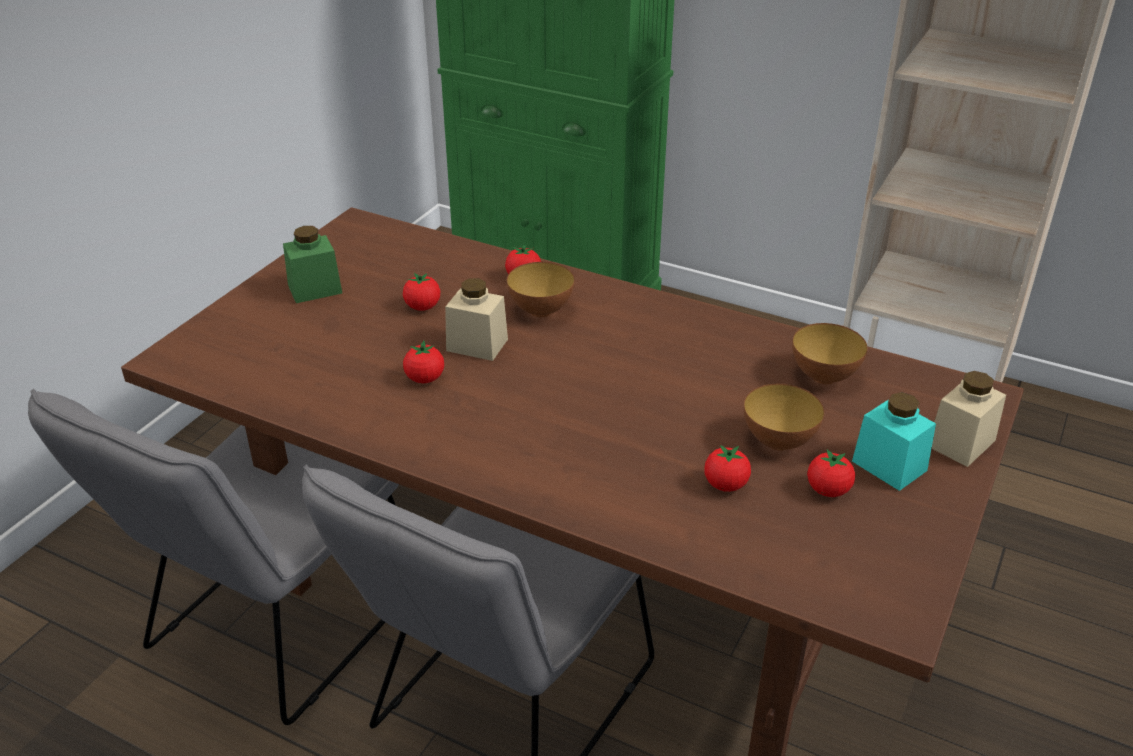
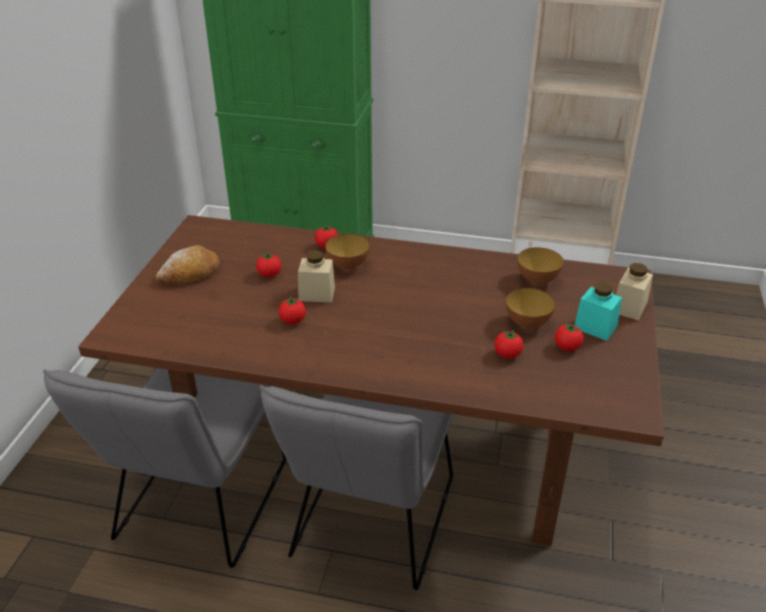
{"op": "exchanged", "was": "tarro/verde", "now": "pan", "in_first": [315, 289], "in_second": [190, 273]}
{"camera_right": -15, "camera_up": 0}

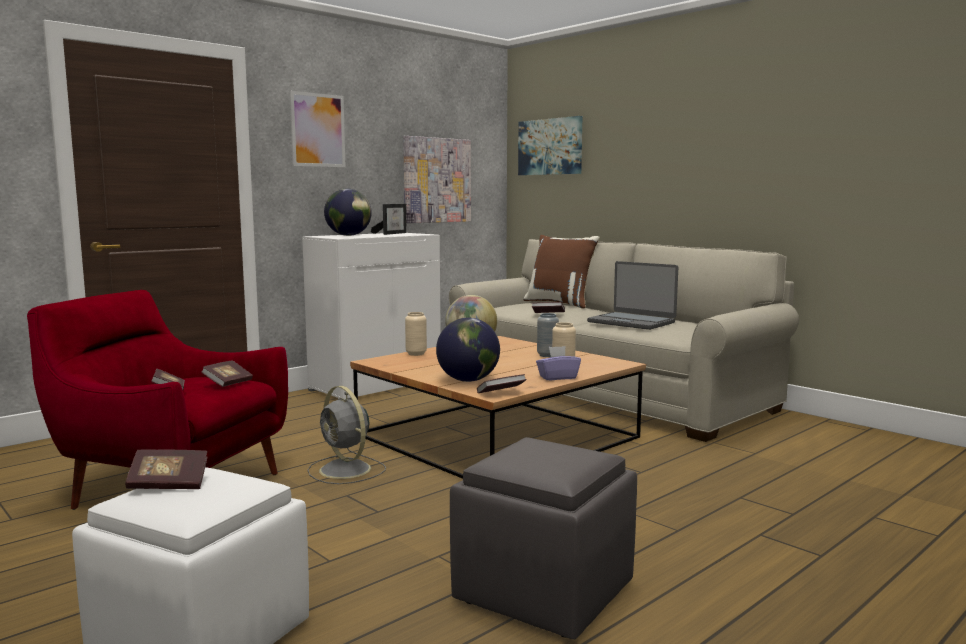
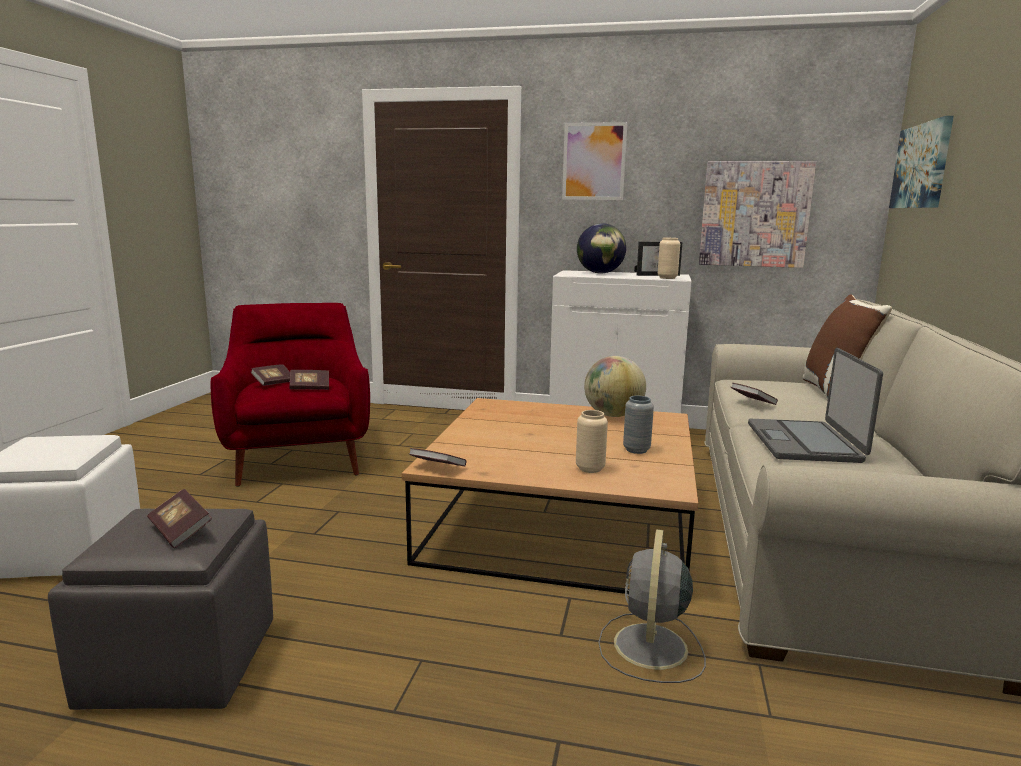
{"op": "missing", "was": "globo terráqueo", "in_first": [468, 380]}
{"op": "missing", "was": "caja de pañuelos/morado", "in_first": [557, 377]}
{"op": "relocated", "was": "libro", "in_first": [168, 484], "in_second": [180, 531]}
{"op": "relocated", "was": "ventilador/gris", "in_first": [346, 470], "in_second": [650, 648]}
{"op": "relocated", "was": "florero/beis", "in_first": [416, 354], "in_second": [667, 278]}
{"camera_right": 55, "camera_up": 5}

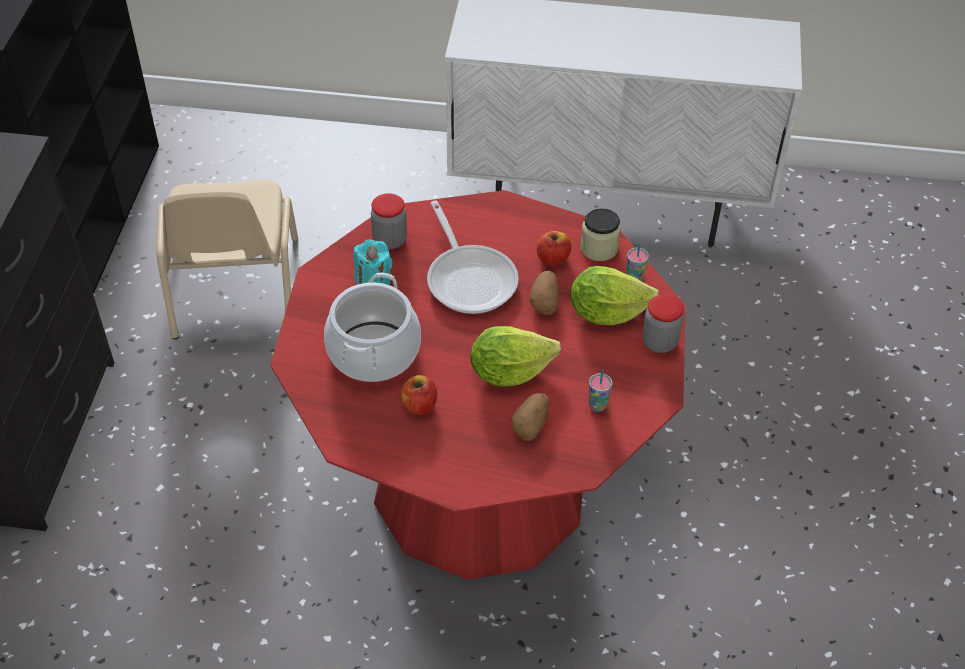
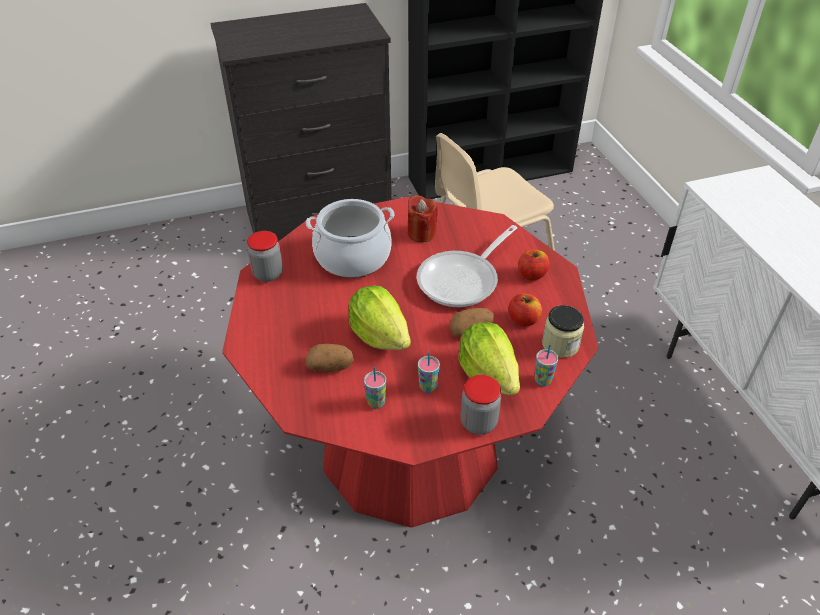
{"op": "appeared", "now": "taza", "in_second": [428, 387]}
{"op": "relocated", "was": "tarro", "in_first": [390, 240], "in_second": [268, 274]}
{"op": "relocated", "was": "manzana", "in_first": [419, 405], "in_second": [531, 275]}
{"op": "colour", "was": "vela/turquesa", "now": "vela/rojo", "in_first": [373, 281], "in_second": [421, 233]}
{"camera_right": 65, "camera_up": -5}

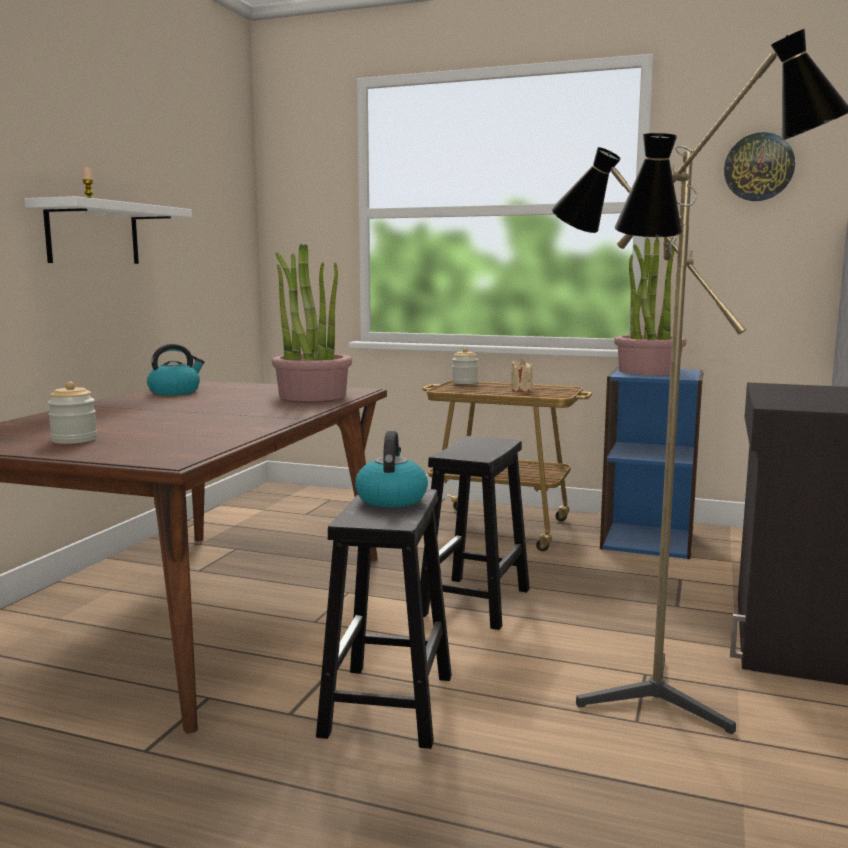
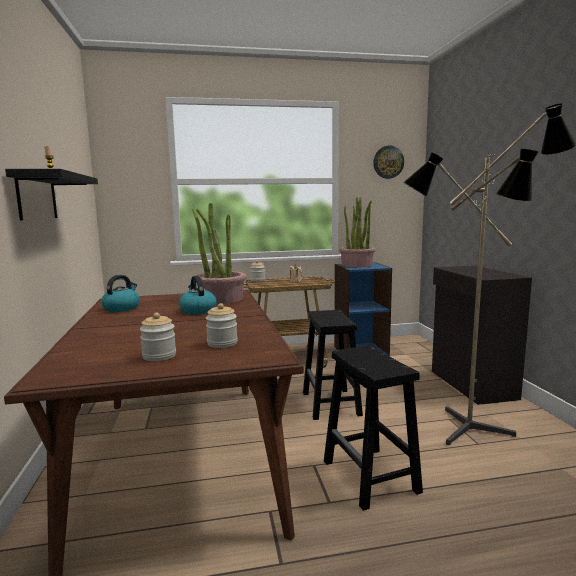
{"op": "appeared", "now": "tarro", "in_second": [222, 343]}
{"op": "relocated", "was": "hervidor", "in_first": [391, 499], "in_second": [198, 310]}
{"op": "colour", "was": "estante/blanco", "now": "estante/negro", "in_first": [93, 234], "in_second": [37, 196]}
{"camera_right": -30, "camera_up": 0}

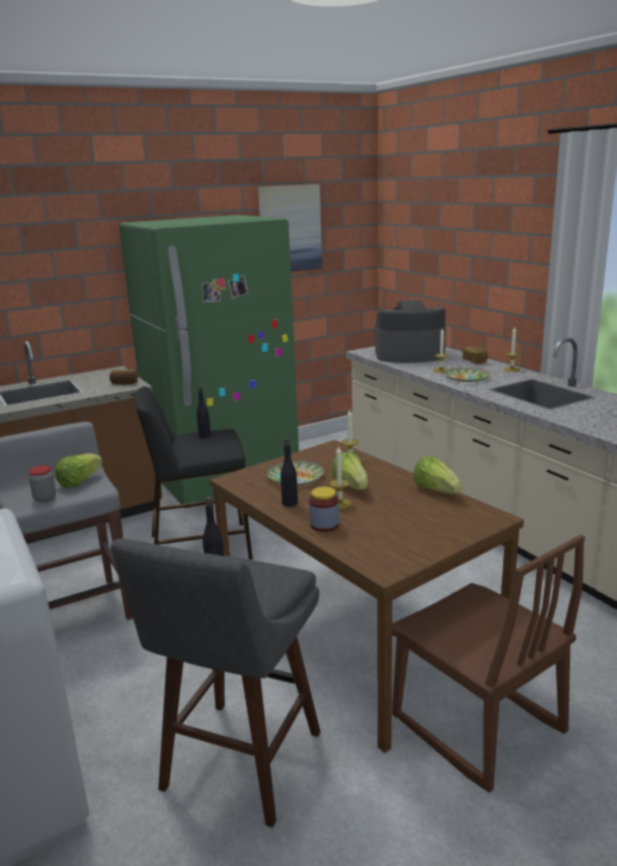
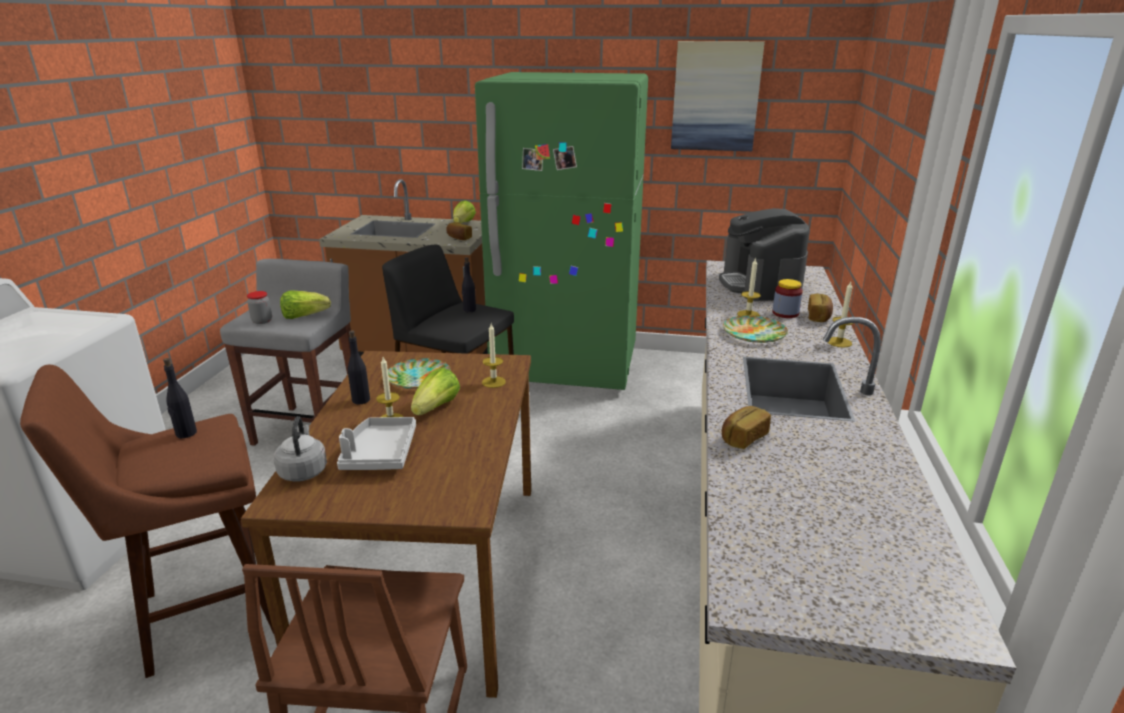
{"op": "appeared", "now": "hervidor/gris", "in_second": [303, 470]}
{"op": "appeared", "now": "bandeja/gris", "in_second": [379, 454]}
{"op": "appeared", "now": "pan", "in_second": [743, 437]}
{"op": "relocated", "was": "tarro", "in_first": [324, 525], "in_second": [785, 313]}
{"op": "relocated", "was": "lechuga", "in_first": [436, 490], "in_second": [463, 224]}
{"op": "colour", "was": "taburete/gris", "now": "taburete/marrón", "in_first": [238, 766], "in_second": [202, 615]}
{"op": "spun", "was": "cafetera", "in_first": [409, 355], "in_second": [760, 285], "clockwise": -135}
{"camera_right": 40, "camera_up": 5}

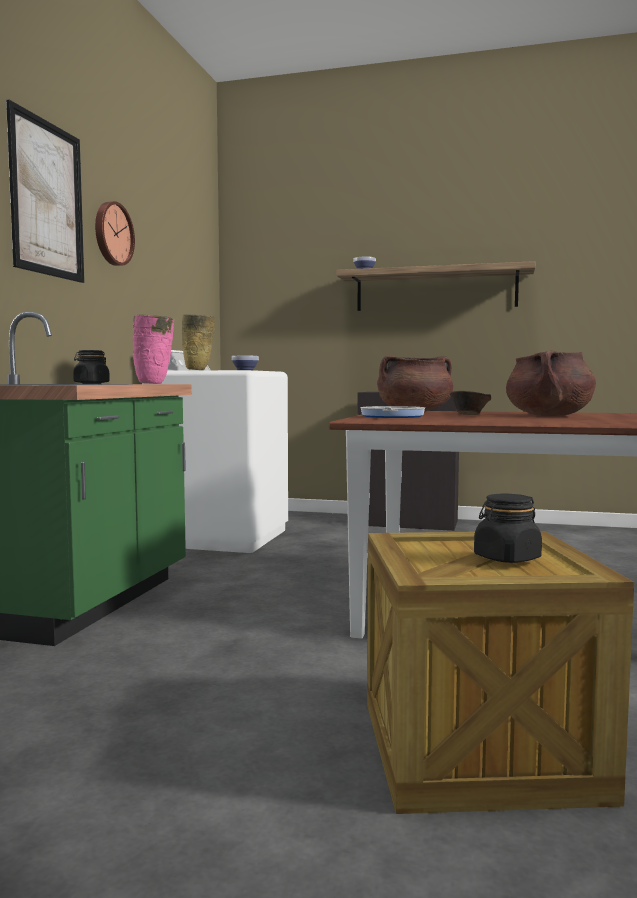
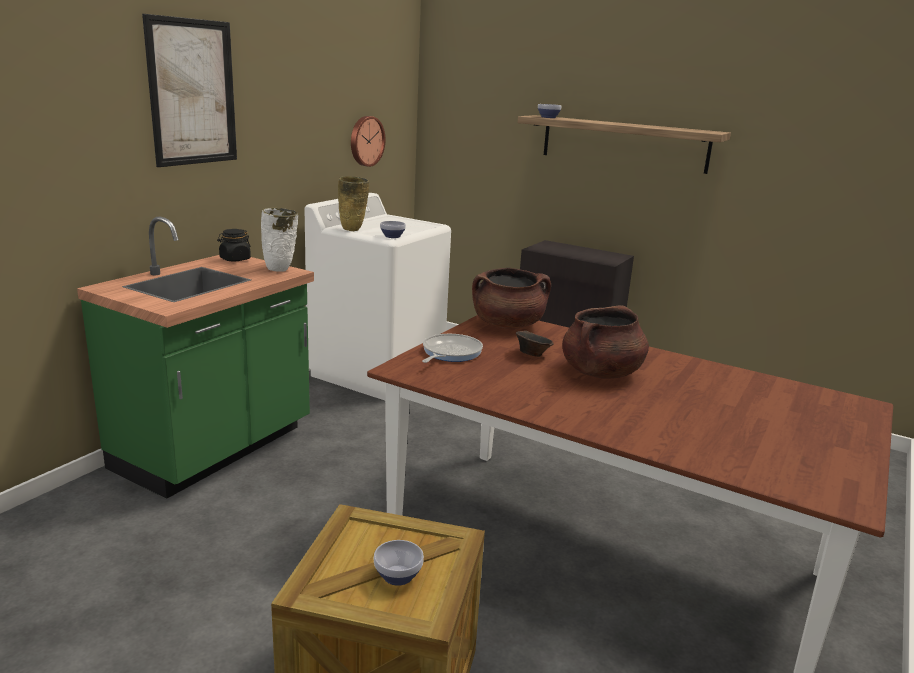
{"op": "relocated", "was": "reloj de pared", "in_first": [112, 234], "in_second": [366, 141]}
{"op": "exchanged", "was": "tarro/negro", "now": "cuenco", "in_first": [506, 558], "in_second": [399, 575]}
{"op": "colour", "was": "florero/rosa", "now": "florero/blanco", "in_first": [154, 383], "in_second": [280, 270]}
{"camera_right": 15, "camera_up": 15}

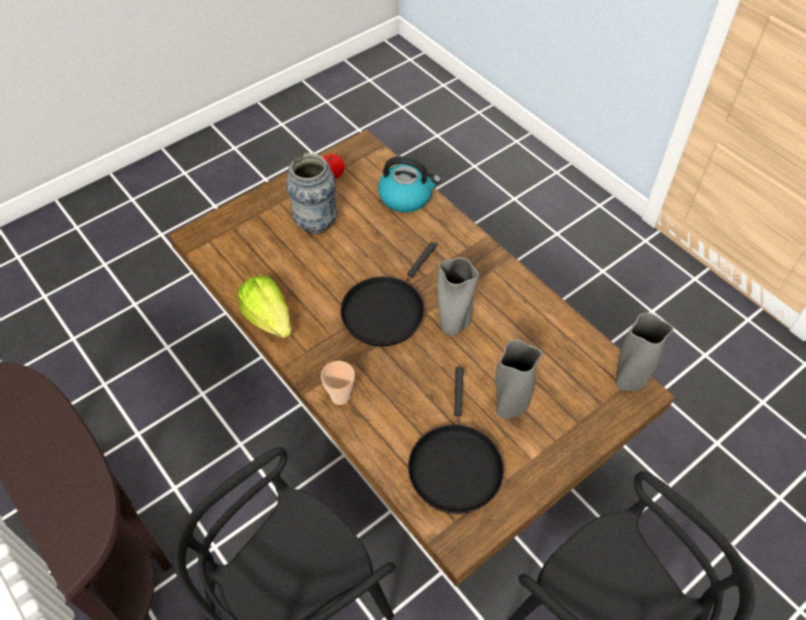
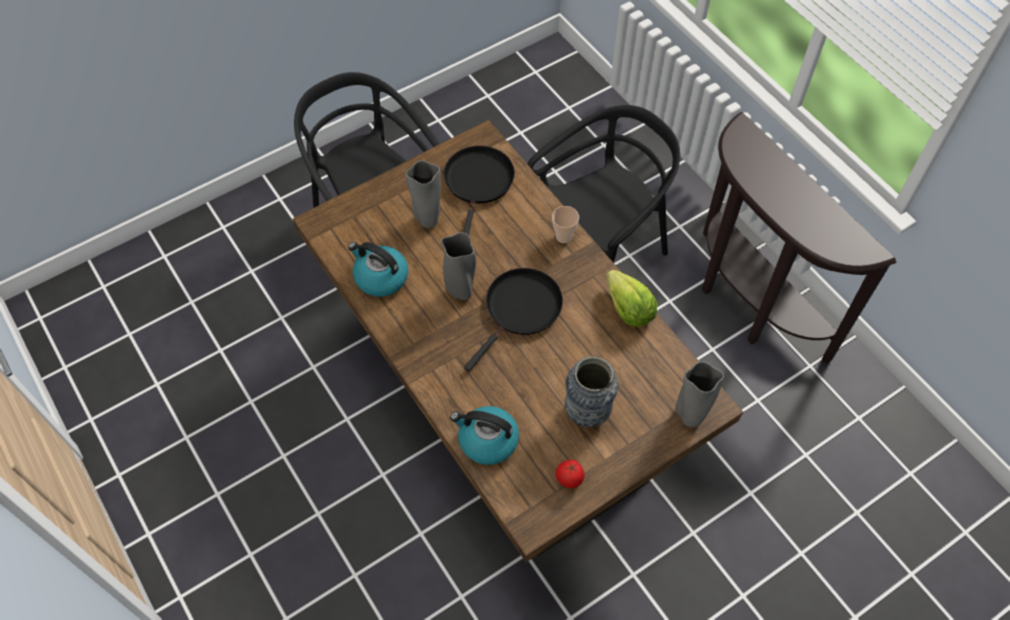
{"op": "appeared", "now": "hervidor", "in_second": [380, 277]}
{"op": "relocated", "was": "florero/gris", "in_first": [628, 381], "in_second": [689, 415]}
{"camera_right": -175, "camera_up": 5}

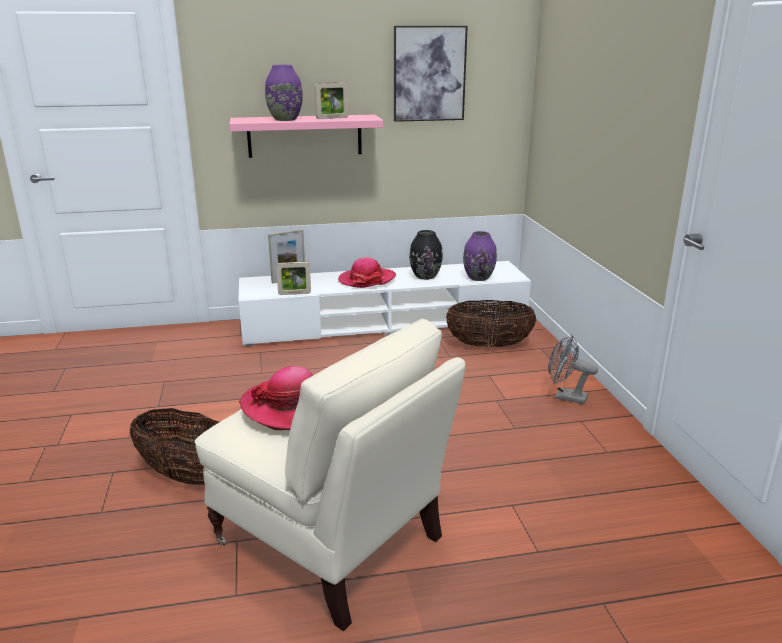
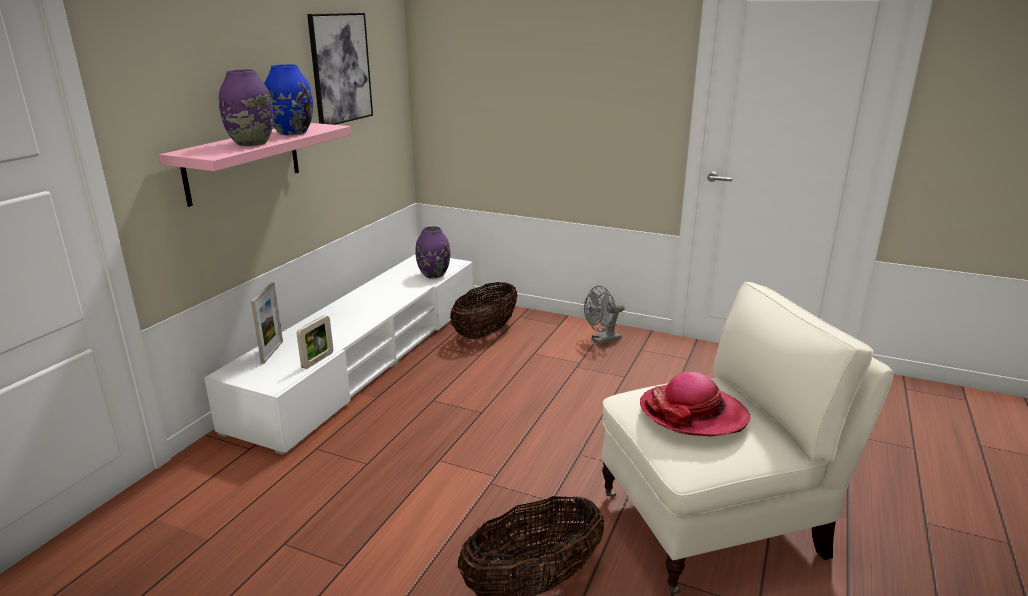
{"op": "missing", "was": "sombrero", "in_first": [367, 280]}
{"op": "missing", "was": "florero/negro", "in_first": [425, 276]}
{"op": "exchanged", "was": "portarretratos", "now": "florero/azul", "in_first": [332, 118], "in_second": [292, 133]}
{"camera_right": -55, "camera_up": 0}

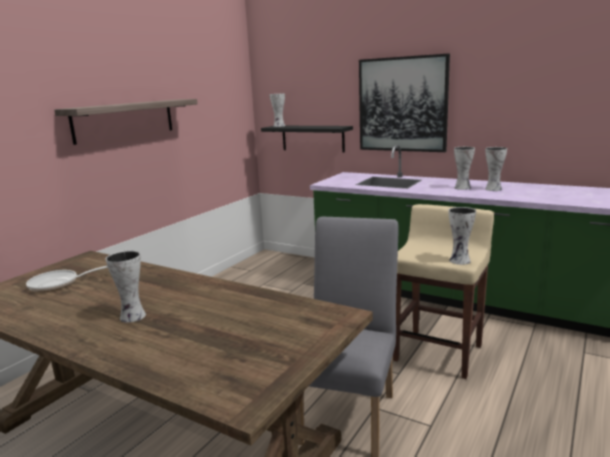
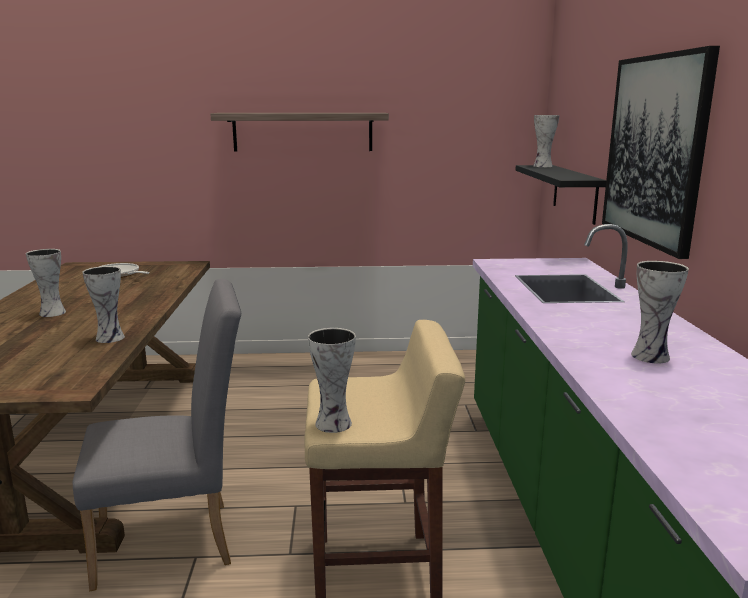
{"op": "relocated", "was": "florero", "in_first": [461, 187], "in_second": [111, 337]}
{"camera_right": 55, "camera_up": 0}

